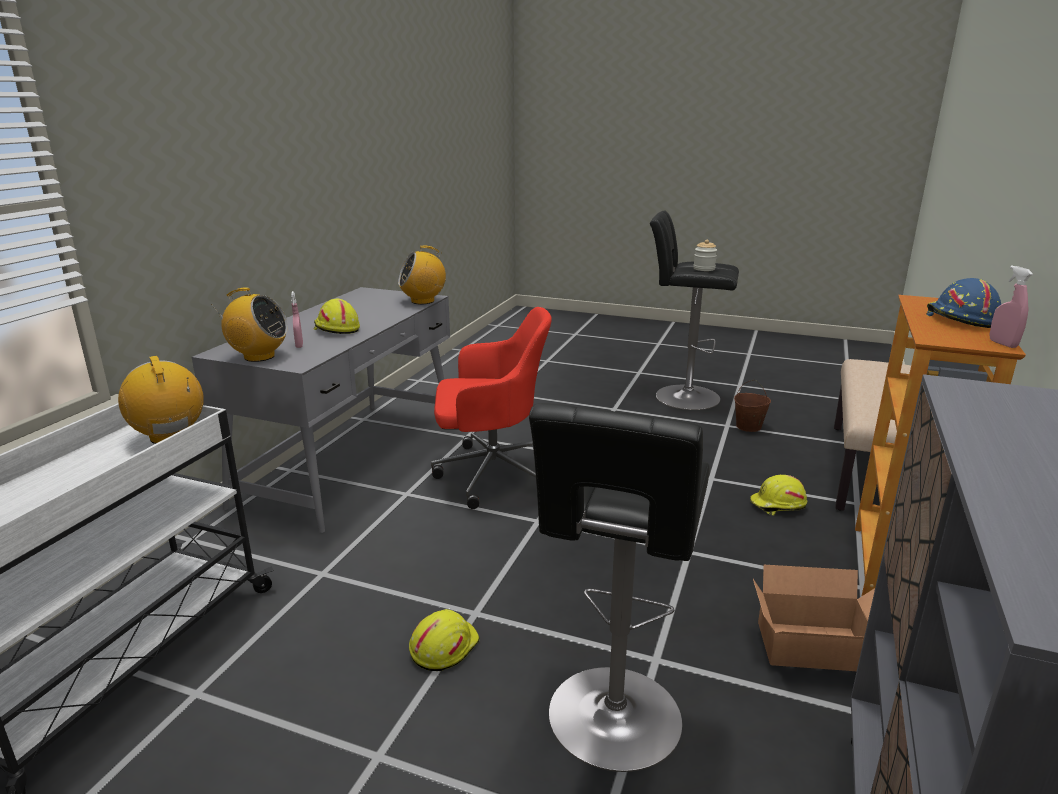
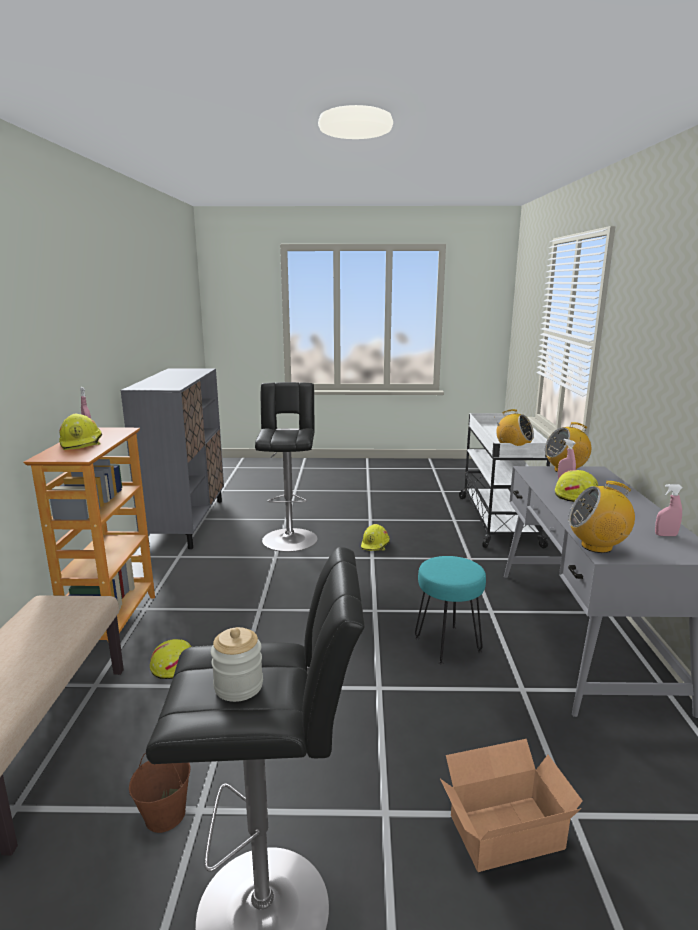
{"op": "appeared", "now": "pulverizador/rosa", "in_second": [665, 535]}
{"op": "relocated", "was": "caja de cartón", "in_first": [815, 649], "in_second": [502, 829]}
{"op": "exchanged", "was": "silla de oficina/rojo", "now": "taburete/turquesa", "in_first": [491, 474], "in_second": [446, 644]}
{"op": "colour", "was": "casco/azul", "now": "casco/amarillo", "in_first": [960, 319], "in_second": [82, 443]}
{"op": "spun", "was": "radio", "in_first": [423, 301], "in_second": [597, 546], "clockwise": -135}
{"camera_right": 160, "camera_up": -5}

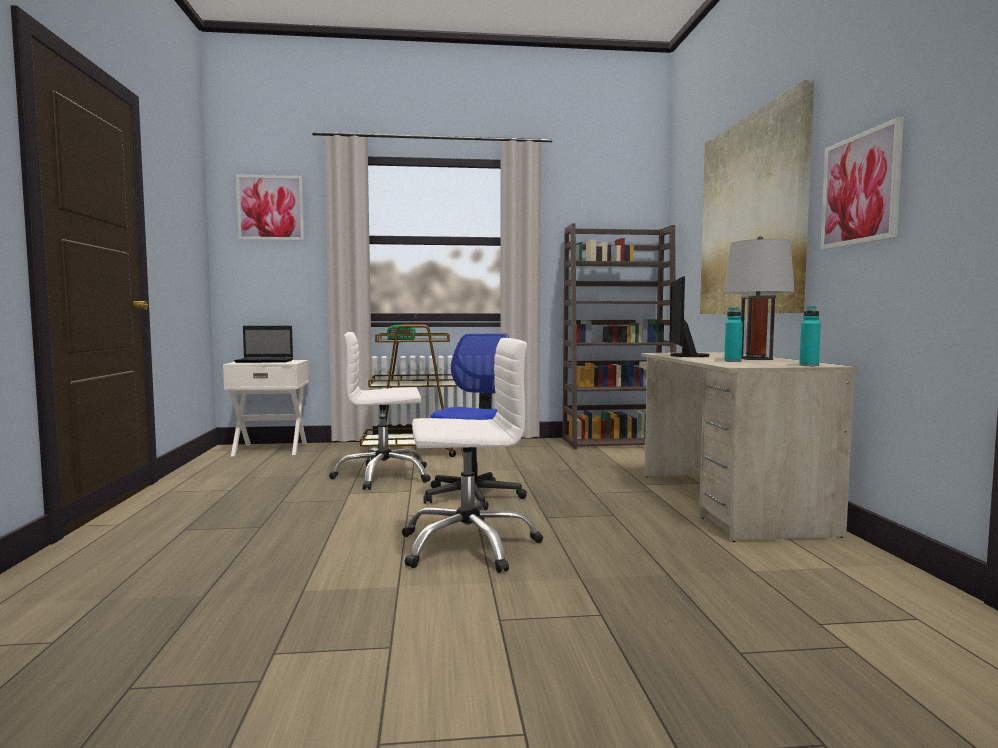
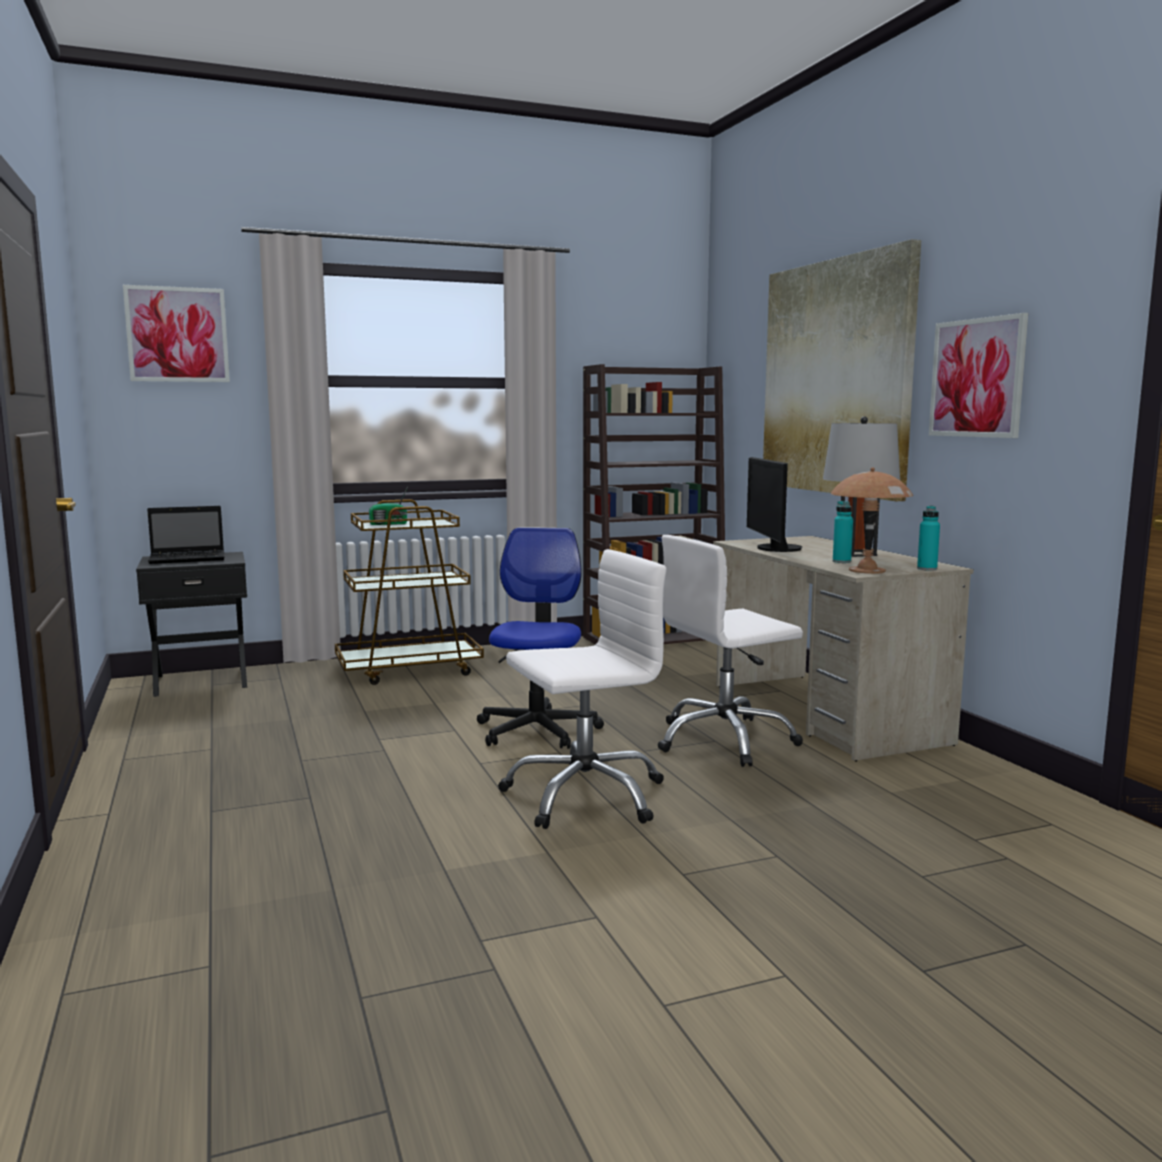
{"op": "appeared", "now": "lámpara de mesa/marrón", "in_second": [866, 570]}
{"op": "relocated", "was": "silla de oficina/blanco", "in_first": [383, 476], "in_second": [725, 740]}
{"op": "colour", "was": "mesita de noche/blanco", "now": "mesita de noche/negro", "in_first": [271, 449], "in_second": [201, 680]}
{"camera_right": -15, "camera_up": 5}

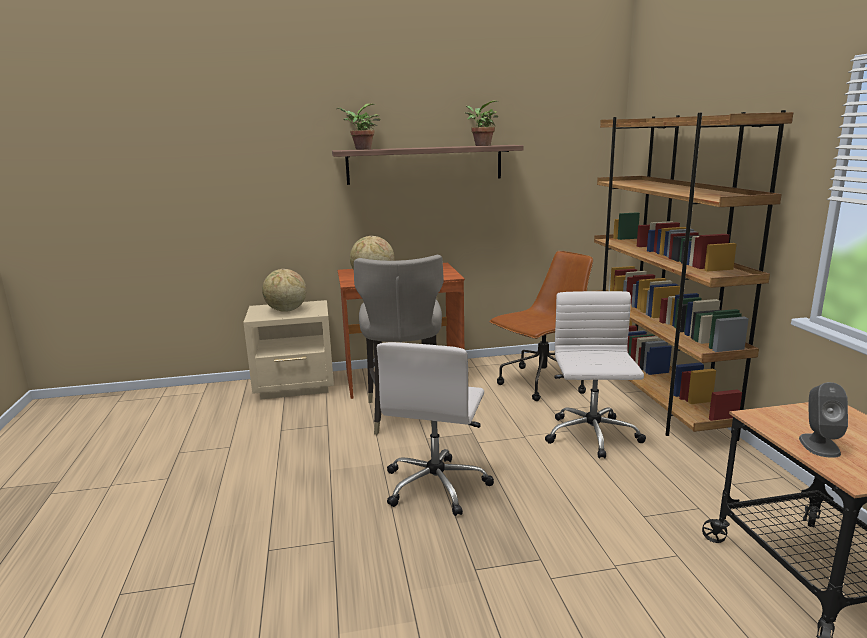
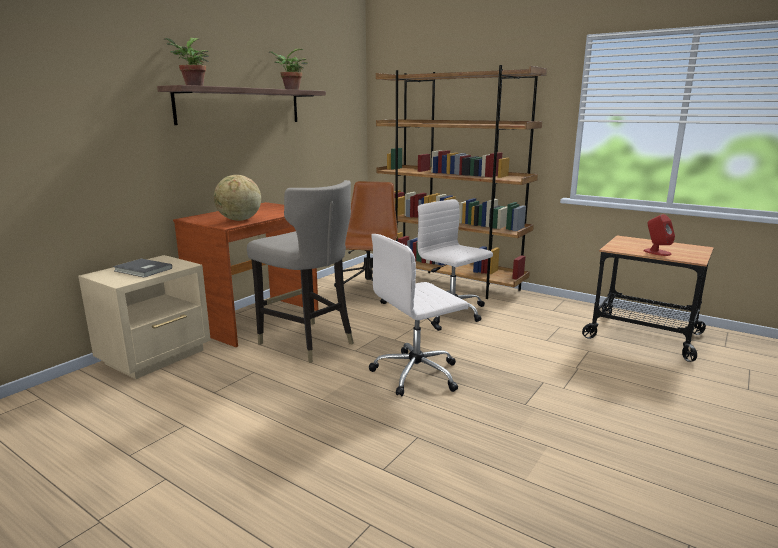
{"op": "exchanged", "was": "globo terráqueo", "now": "libro/gris", "in_first": [286, 310], "in_second": [142, 270]}
{"op": "colour", "was": "altavoz/gris", "now": "altavoz/rojo", "in_first": [819, 445], "in_second": [656, 252]}
{"op": "spun", "was": "silla de oficina/blanco", "in_first": [436, 485], "in_second": [417, 373], "clockwise": 90}
{"camera_right": -45, "camera_up": 0}

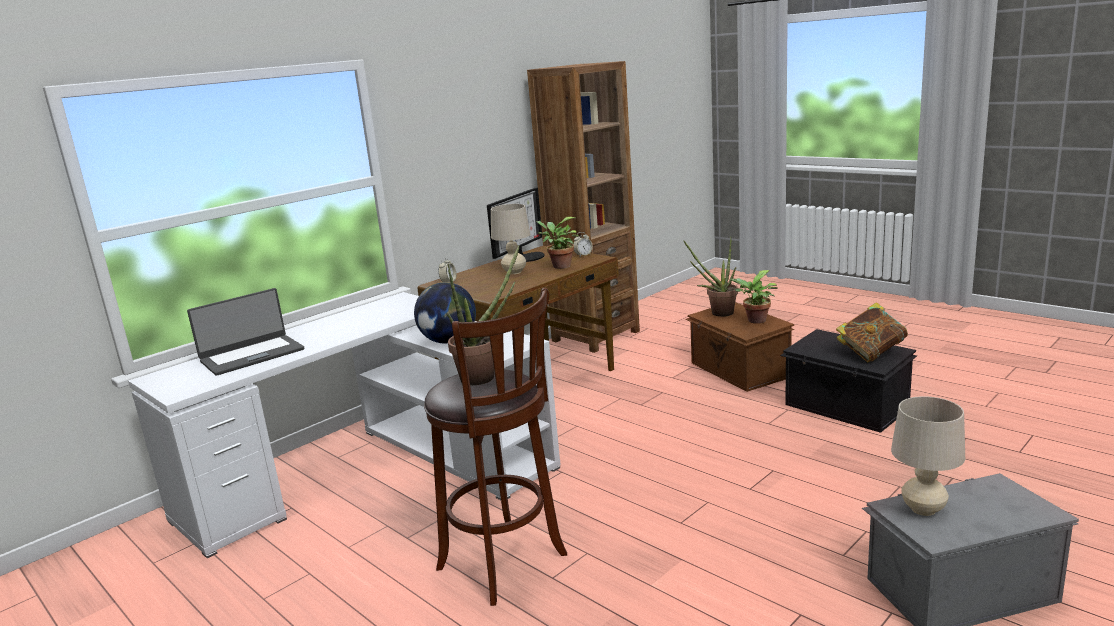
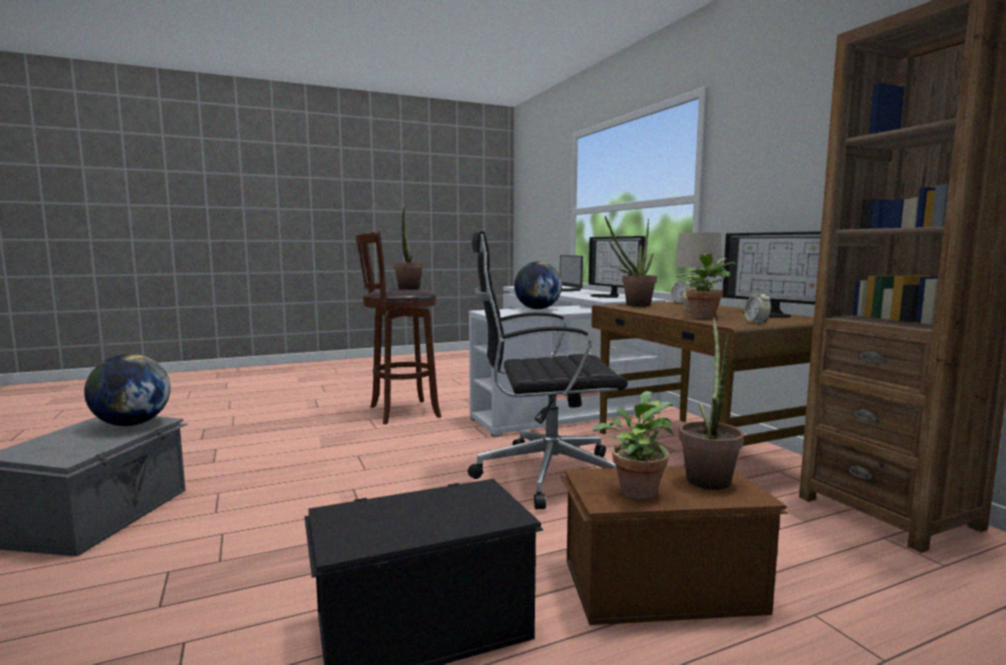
{"op": "missing", "was": "libro", "in_first": [871, 353]}
{"op": "appeared", "now": "silla de oficina/negro", "in_second": [544, 474]}
{"op": "appeared", "now": "monitor", "in_second": [607, 296]}
{"op": "appeared", "now": "planta en maceta", "in_second": [633, 305]}
{"op": "exchanged", "was": "lámpara de mesa/beis", "now": "globo terráqueo", "in_first": [923, 509], "in_second": [132, 424]}
{"camera_right": 110, "camera_up": -10}

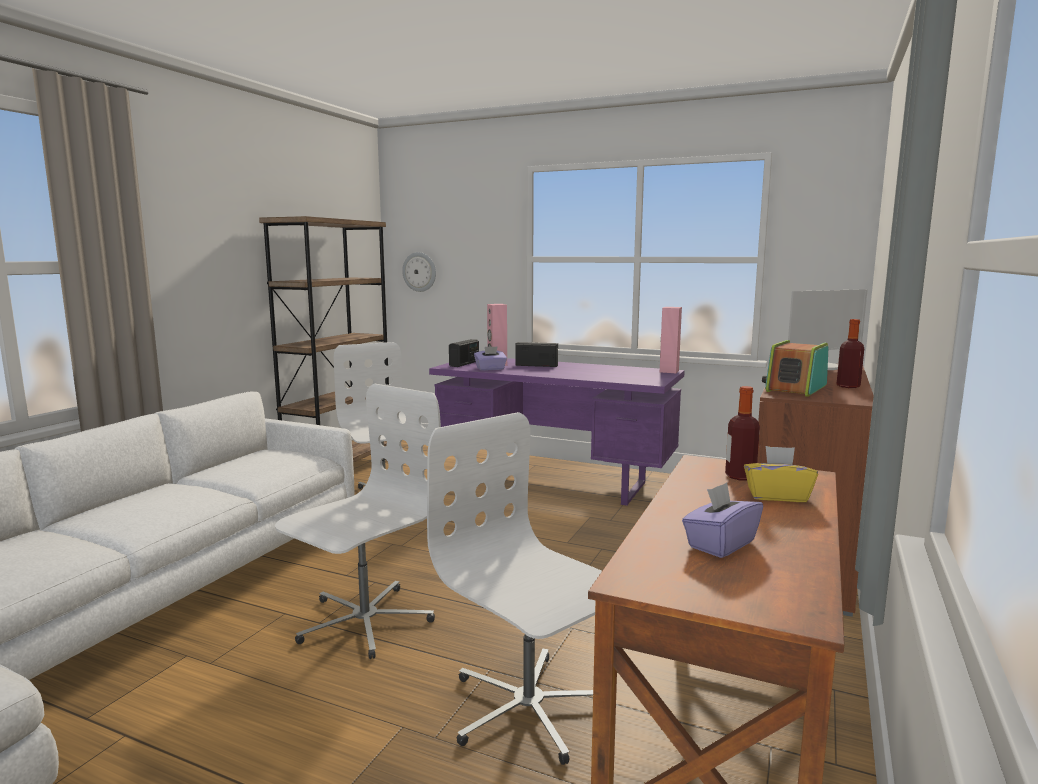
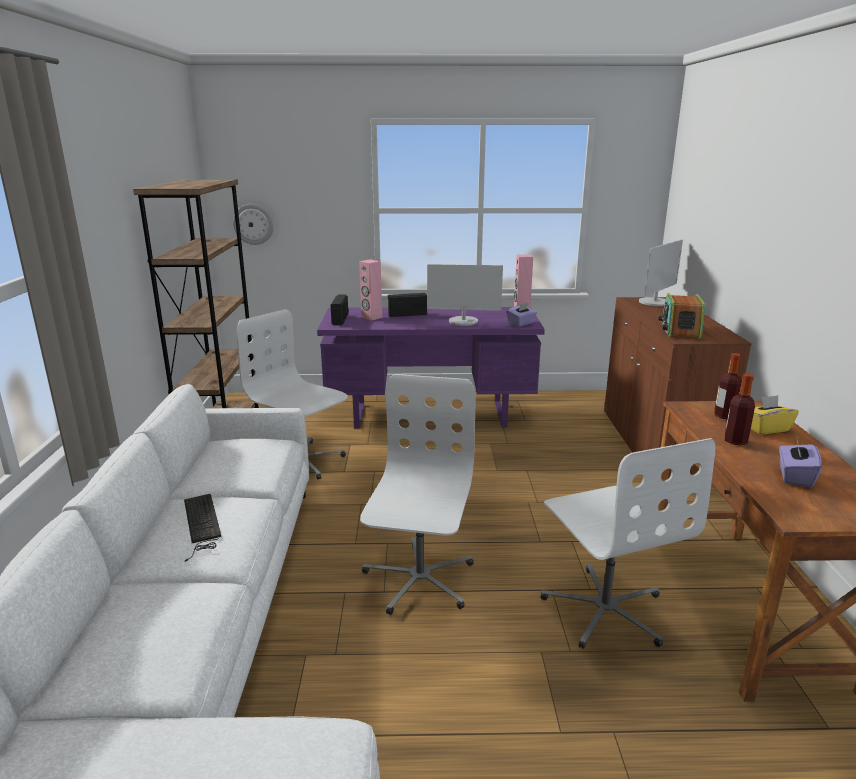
{"op": "appeared", "now": "teclado", "in_second": [201, 524]}
{"op": "appeared", "now": "monitor", "in_second": [463, 321]}
{"op": "relocated", "was": "caja de pañuelos/morado", "in_first": [490, 369], "in_second": [521, 324]}
{"op": "relocated", "was": "botella", "in_first": [848, 386], "in_second": [735, 441]}
{"op": "spun", "was": "silla de oficina/blanco", "in_first": [528, 708], "in_second": [605, 609], "clockwise": -135}
{"camera_right": -25, "camera_up": 10}

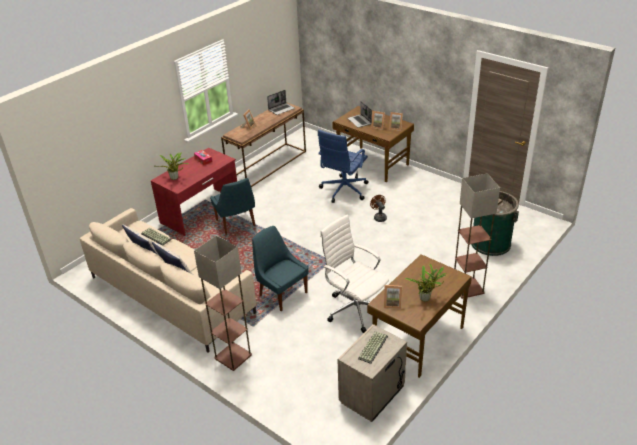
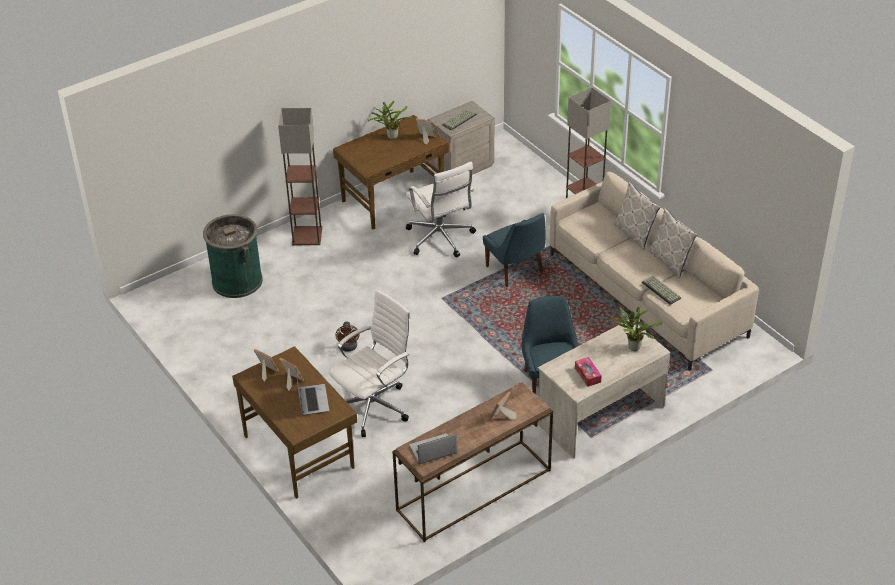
{"op": "colour", "was": "escritorio/rojo", "now": "escritorio/beis", "in_first": [201, 211], "in_second": [600, 415]}
{"op": "colour", "was": "silla de oficina/azul", "now": "silla de oficina/blanco", "in_first": [343, 191], "in_second": [374, 406]}
{"camera_right": -165, "camera_up": 5}

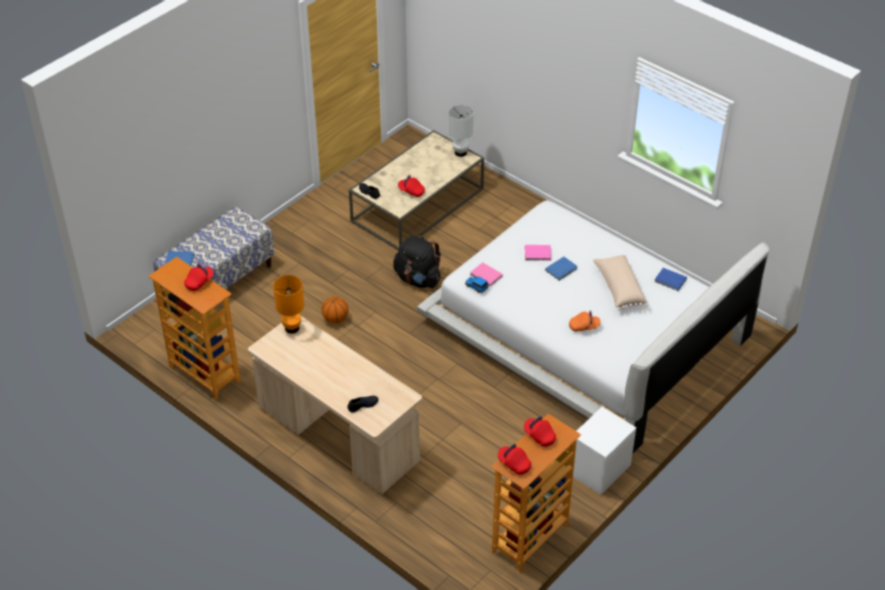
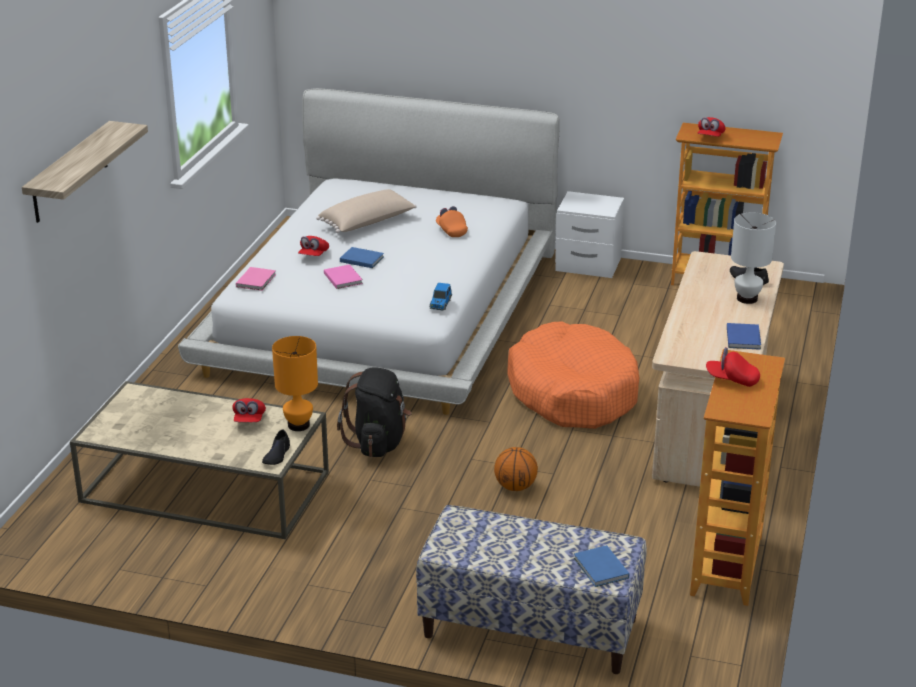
{"op": "appeared", "now": "estante", "in_second": [70, 172]}
{"op": "appeared", "now": "cama para perro/naranja", "in_second": [573, 392]}
{"op": "relocated", "was": "lámpara de mesa/naranja", "in_first": [292, 328], "in_second": [299, 425]}
{"op": "relocated", "was": "lámpara de mesa/blanco", "in_first": [460, 152], "in_second": [746, 299]}
{"op": "relocated", "was": "libro/rosa", "in_first": [486, 276], "in_second": [257, 280]}
{"op": "relocated", "was": "gorra/rojo", "in_first": [514, 464], "in_second": [313, 255]}
{"op": "relocated", "was": "libro/azul", "in_first": [671, 281], "in_second": [744, 337]}
{"camera_right": -115, "camera_up": -15}

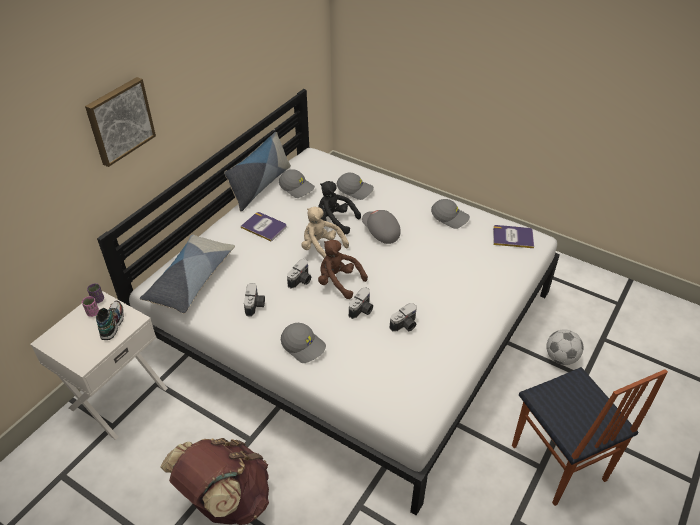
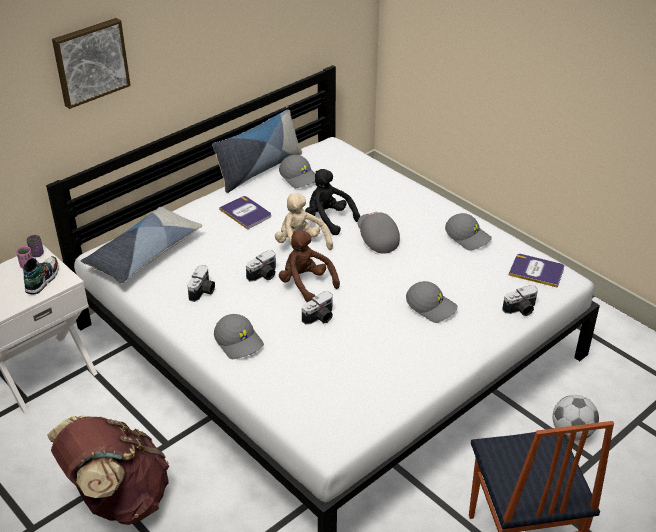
{"op": "relocated", "was": "gorra/gris", "in_first": [355, 189], "in_second": [431, 306]}
{"op": "relocated", "was": "cámara", "in_first": [405, 325], "in_second": [521, 310]}
{"camera_right": 15, "camera_up": -5}

